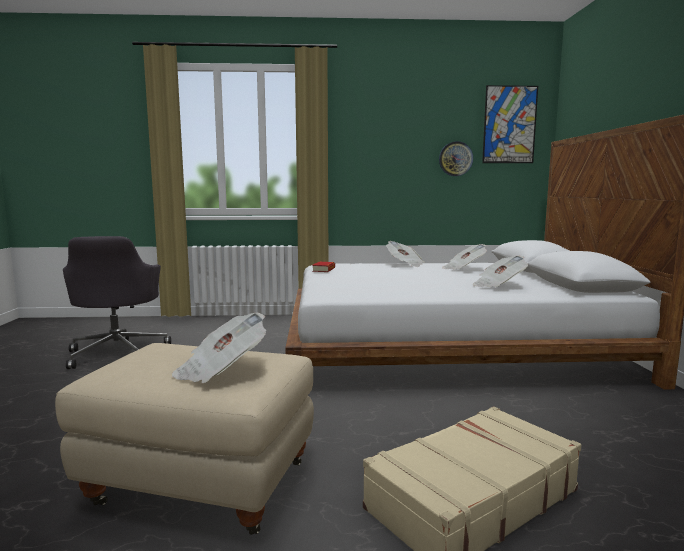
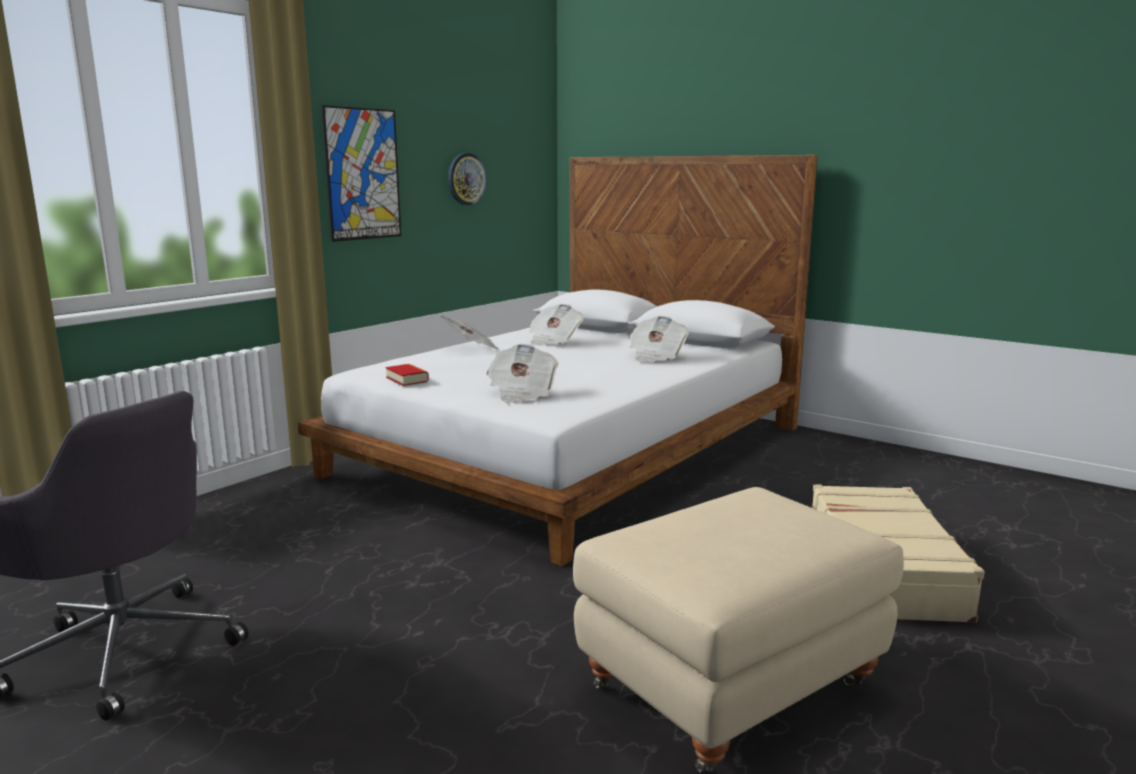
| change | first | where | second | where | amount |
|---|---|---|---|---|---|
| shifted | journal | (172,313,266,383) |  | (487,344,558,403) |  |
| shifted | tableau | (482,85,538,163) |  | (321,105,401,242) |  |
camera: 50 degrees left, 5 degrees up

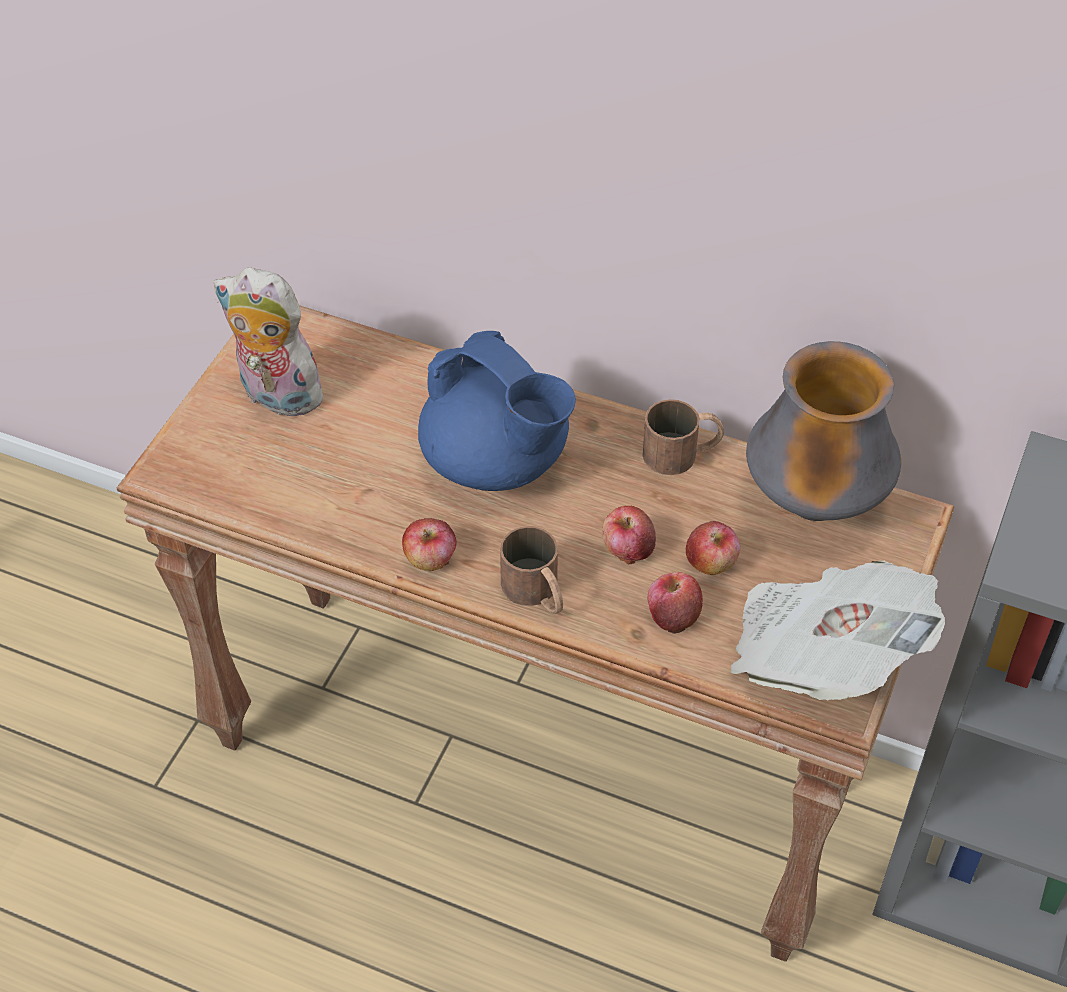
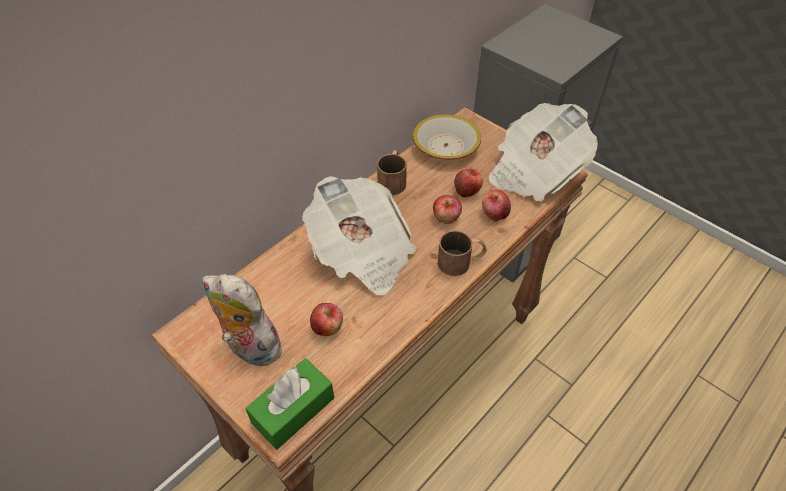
| change | first | where | second | where | amount |
|---|---|---|---|---|---|
| rotated | peluche | (214,267,329,420) |  | (202,274,286,366) | 75 degrees clockwise |
| shifted | pomme | (402,518,457,571) |  | (310,303,343,336) |  |
| swapped | théière (bleu) | (418,331,576,491) | journal | (302,176,417,295) |  |
| swapped | vase | (746,341,901,521) | bol | (413,114,481,160) |  |
| new |  |  | boîte à mouchoirs (vert) | (245,358,334,450) |  |
camera: 70 degrees left, 0 degrees up

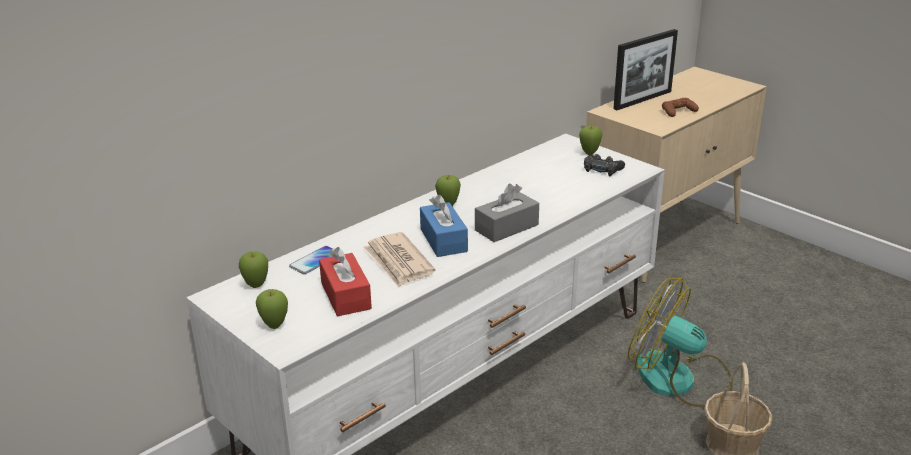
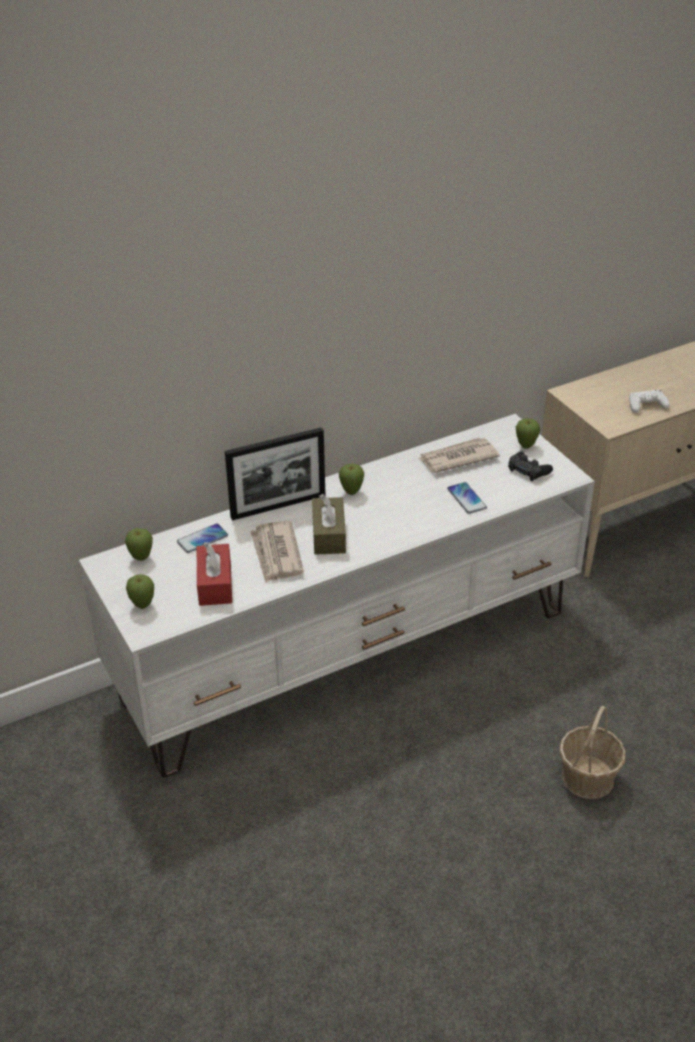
| change | first | where | second | where | amount |
|---|---|---|---|---|---|
| repainted | boîte à mouchoirs (bleu) | (420,195,468,257) | boîte à mouchoirs (marron) | (312,494,346,555) |  |
| gone | boîte à mouchoirs (gris) | (475,184,539,242) |  |  |  |
| shifted | cadre photo | (613,29,678,110) |  | (225,427,325,521) |  |
| gone | ventilateur | (628,278,733,408) |  |  |  |
| repainted | manette (marron) | (662,98,699,117) | manette (blanc) | (629,390,670,413) |  |
| new |  |  | journal | (418,438,500,473) |  |
| new |  |  | téléphone | (447,482,487,514) |  |
camera: 15 degrees right, 10 degrees up

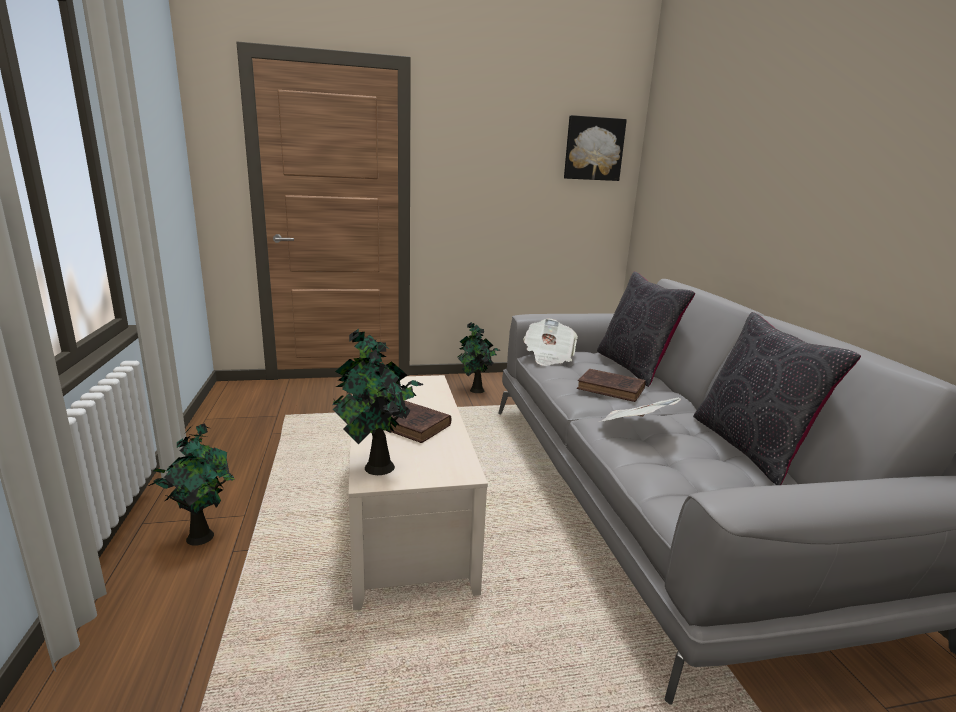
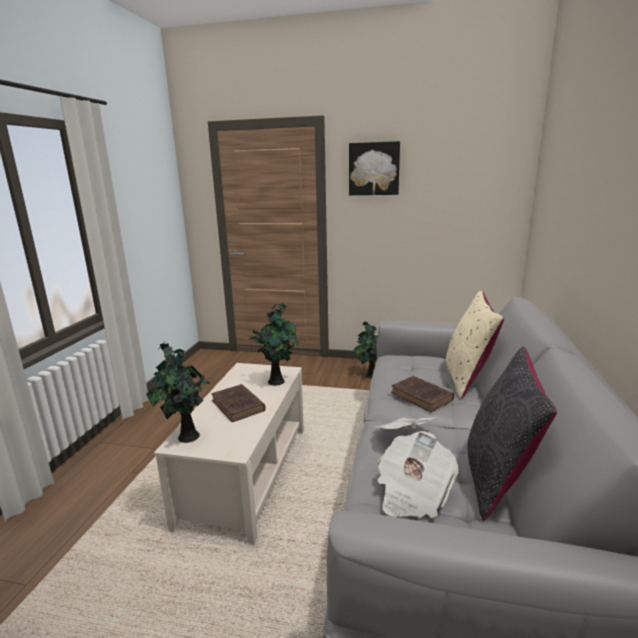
| change | first | where | second | where | amount |
|---|---|---|---|---|---|
| shifted | plante en pot | (149,423,235,546) |  | (250,303,299,386) |  |
| shifted | journal | (523,318,578,366) |  | (378,431,459,518) |  |
| shifted | tableau | (564,115,627,181) |  | (349,141,400,195) |  |
| repainted | coussin (noir) | (597,272,695,387) | coussin (beige) | (446,291,504,399) |  |
camera: 25 degrees right, 0 degrees up

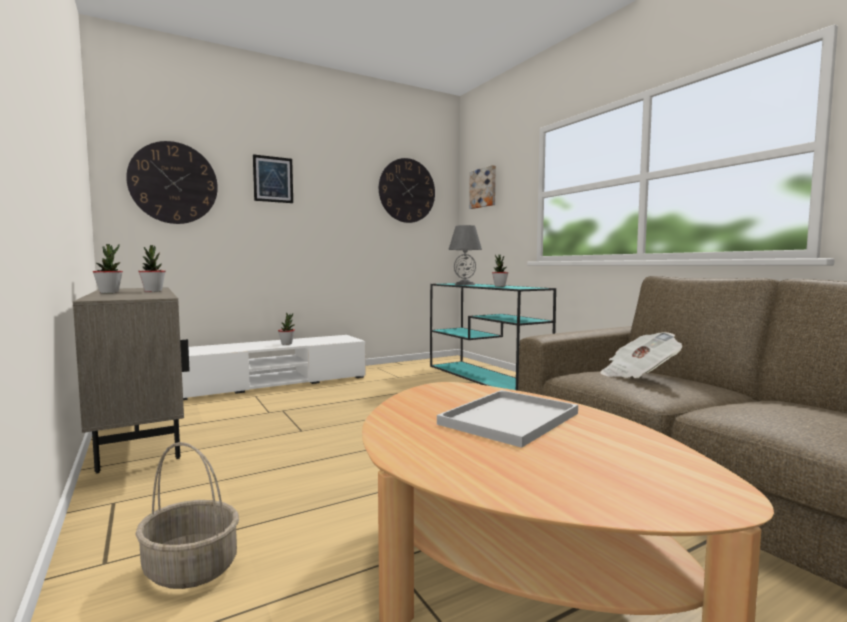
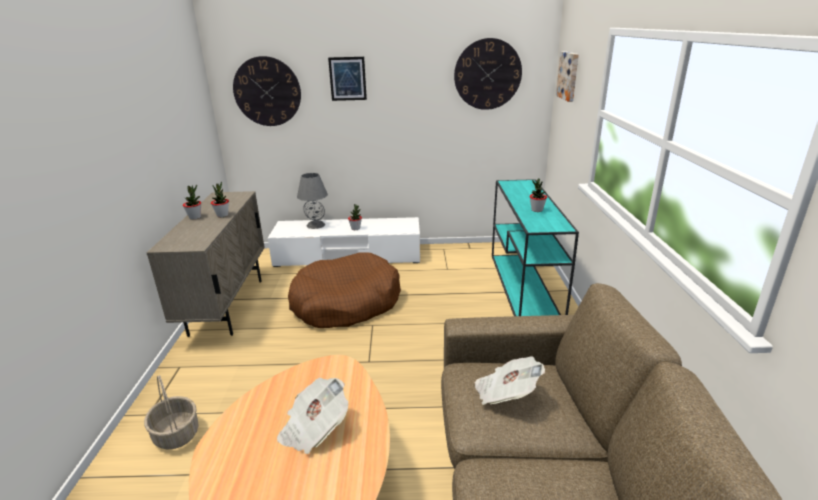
| change | first | where | second | where | amount |
|---|---|---|---|---|---|
| swapped | plateau (blanc) | (437,390,578,448) | journal | (277,378,348,454) |  |
| shifted | lampe de table (gris) | (448,225,482,285) |  | (297,173,328,229) |  |
| new |  |  | panier pour chien (marron) | (288,253,401,328) |  |
camera: 30 degrees right, 20 degrees up

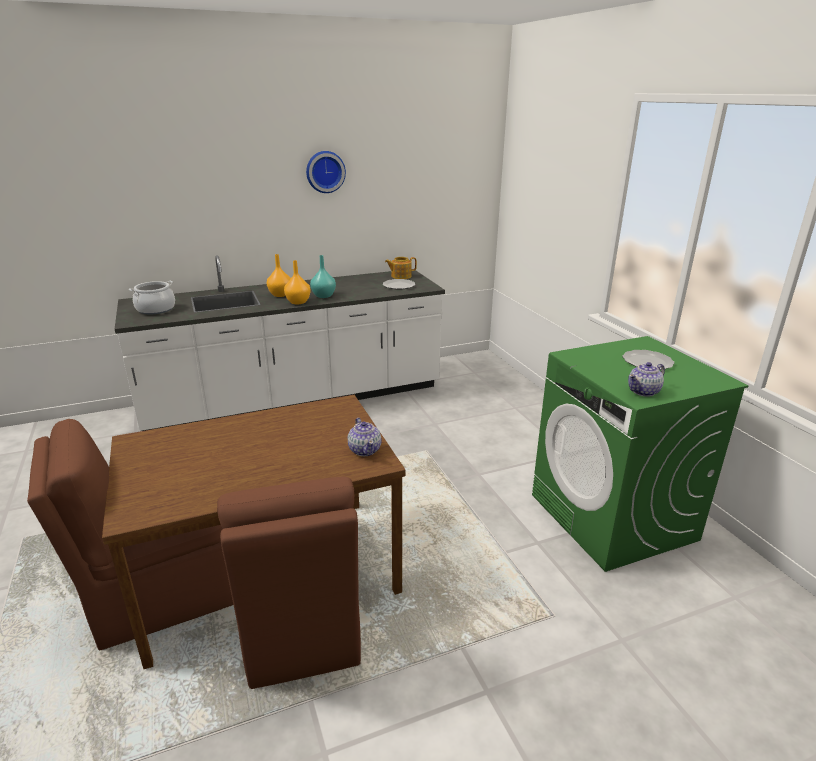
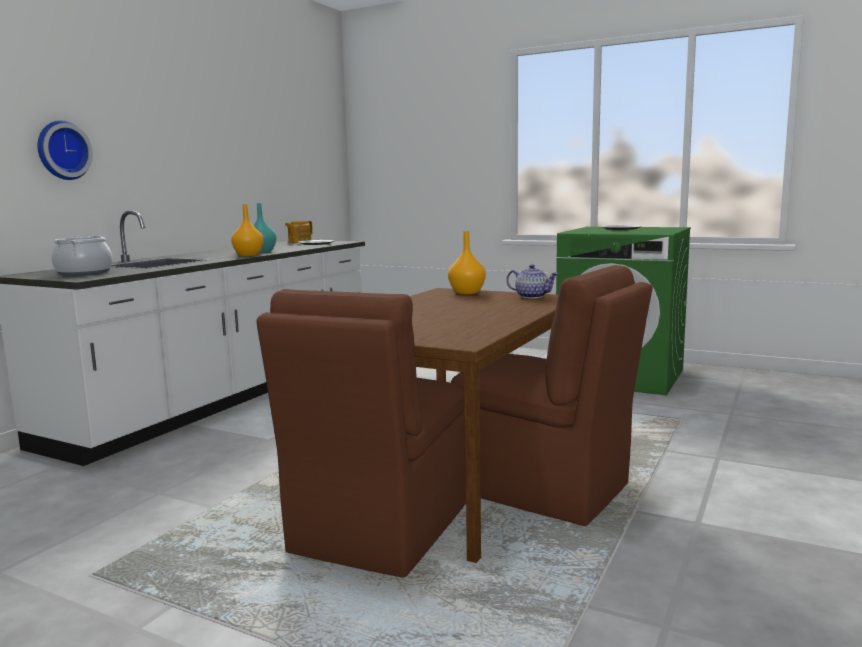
| change | first | where | second | where | amount |
|---|---|---|---|---|---|
| shifted | vase (orange) | (267,254,291,297) |  | (448,231,486,294) |  |
| shifted | horloge murale | (306,151,346,193) |  | (38,120,93,180) |  |
| gone | théière | (628,362,665,397) |  |  |  |
camera: 40 degrees left, 15 degrees down

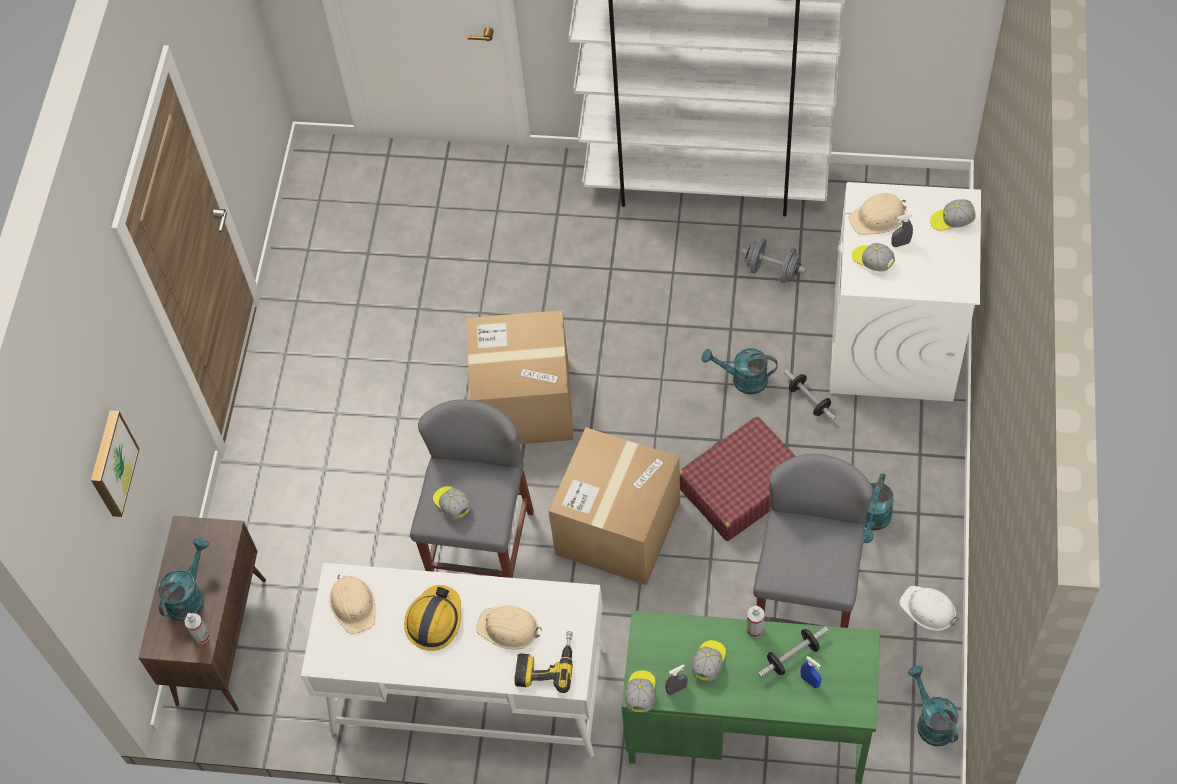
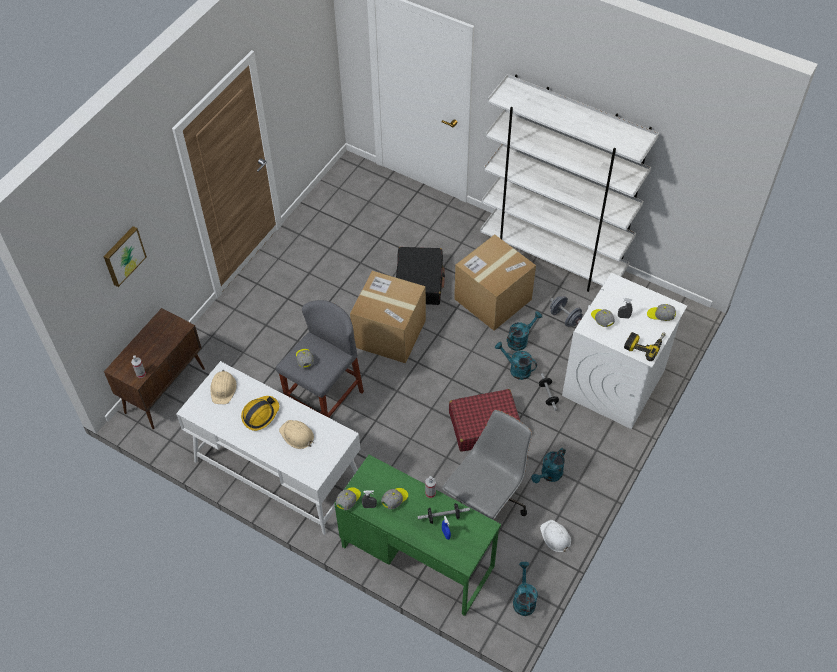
| change | first | where | second | where | amount |
|---|---|---|---|---|---|
| shifted | arrosoir (turquoise) | (158,538,209,621) |  | (507,311,542,351) |  |
| shifted | perceuse | (514,631,573,693) |  | (624,332,666,361) |  |
| shifted | carton | (548,427,680,585) |  | (454,234,536,331) |  |
| swapped | tabouret (gris) | (753,454,873,628) | chaise de bureau (gris) | (442,410,532,520) |  |
| gone | casque de chantier (beige) | (849,193,906,234) |  |  |  |
| new |  |  | valise (noir) | (396,247,445,305) |  |
camera: 20 degrees right, 5 degrees down

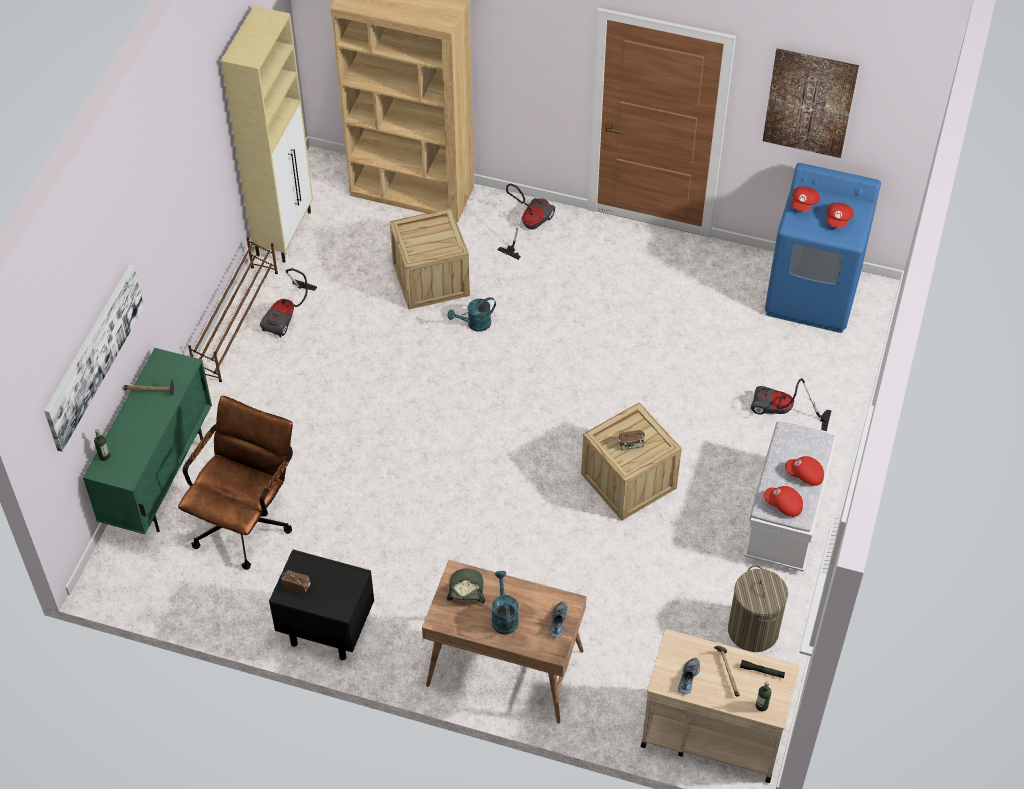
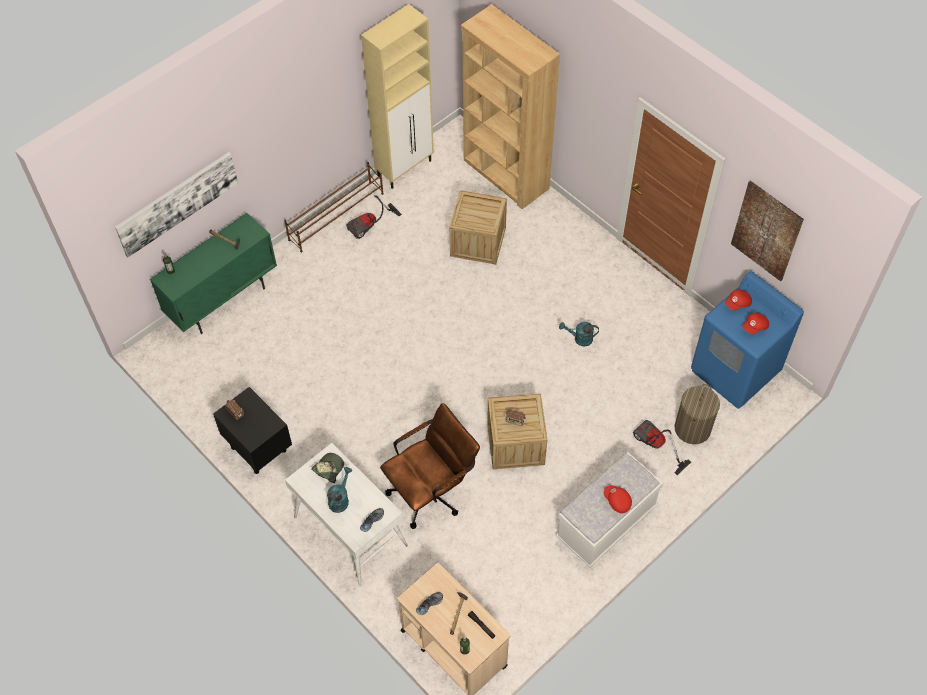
| change | first | where | second | where | amount |
|---|---|---|---|---|---|
| shifted | chaise de bureau (marron) | (178,396,293,570) |  | (380,403,480,529) |  |
| repainted | bureau (marron) | (422,560,587,724) | bureau (blanc) | (285,443,408,587) |  |
| shifted | arrosoir (turquoise) | (447,297,496,332) |  | (559,322,599,346) |  |
| gone | aspirateur | (497,184,556,260) |  |  |  |
| shifted | panier à linge | (728,565,788,652) |  | (674,384,720,444) |  |
| gone | casquette (rouge) | (764,486,803,517) |  |  |  |
camera: 30 degrees right, 5 degrees up

